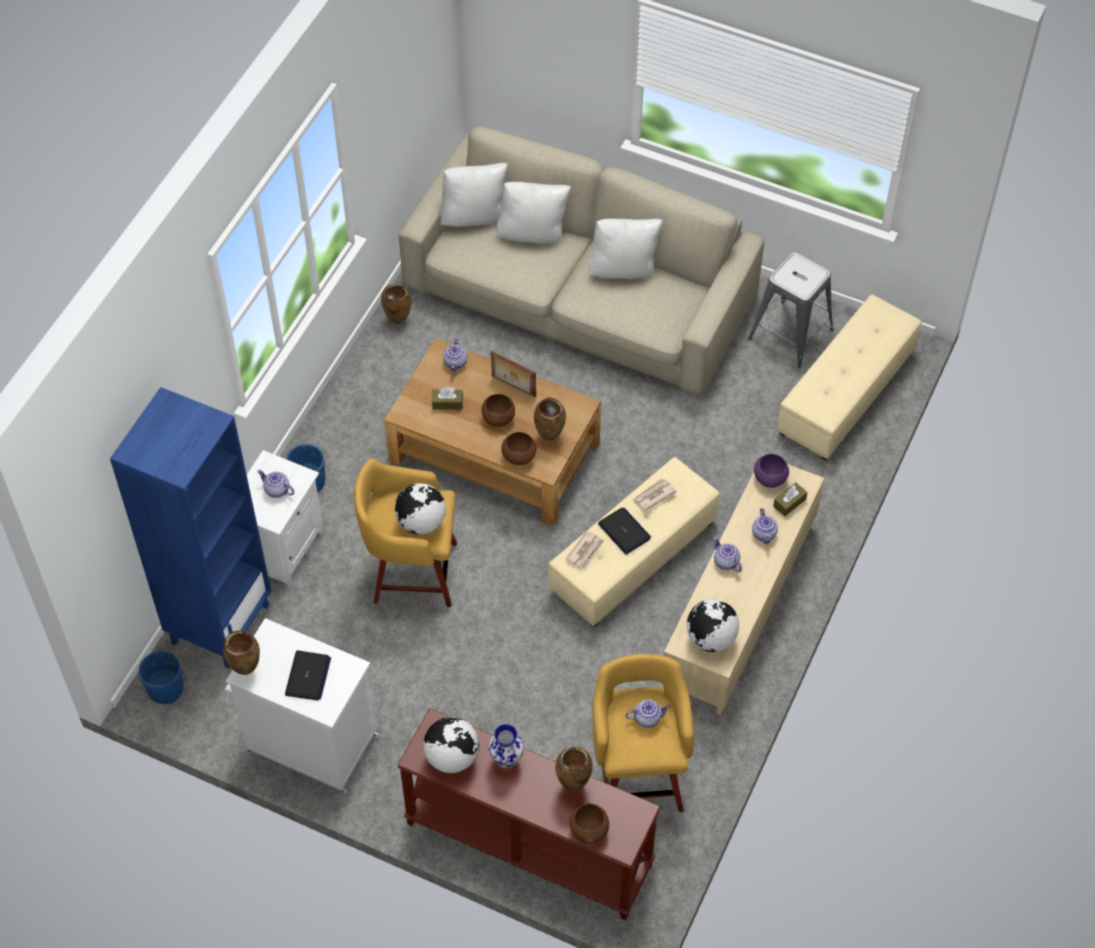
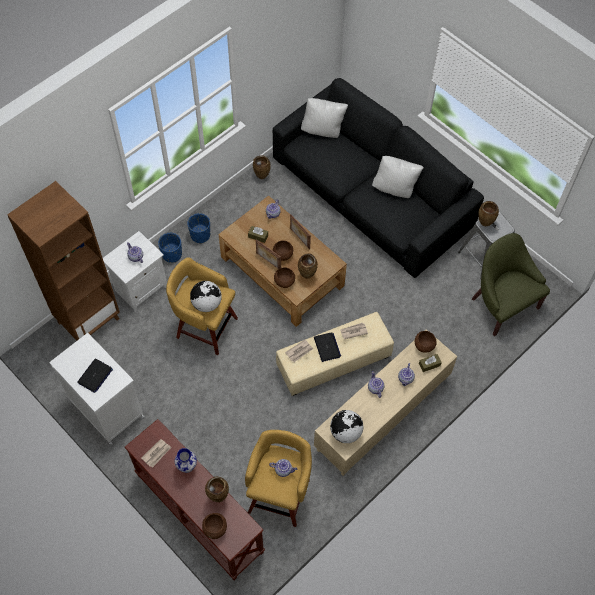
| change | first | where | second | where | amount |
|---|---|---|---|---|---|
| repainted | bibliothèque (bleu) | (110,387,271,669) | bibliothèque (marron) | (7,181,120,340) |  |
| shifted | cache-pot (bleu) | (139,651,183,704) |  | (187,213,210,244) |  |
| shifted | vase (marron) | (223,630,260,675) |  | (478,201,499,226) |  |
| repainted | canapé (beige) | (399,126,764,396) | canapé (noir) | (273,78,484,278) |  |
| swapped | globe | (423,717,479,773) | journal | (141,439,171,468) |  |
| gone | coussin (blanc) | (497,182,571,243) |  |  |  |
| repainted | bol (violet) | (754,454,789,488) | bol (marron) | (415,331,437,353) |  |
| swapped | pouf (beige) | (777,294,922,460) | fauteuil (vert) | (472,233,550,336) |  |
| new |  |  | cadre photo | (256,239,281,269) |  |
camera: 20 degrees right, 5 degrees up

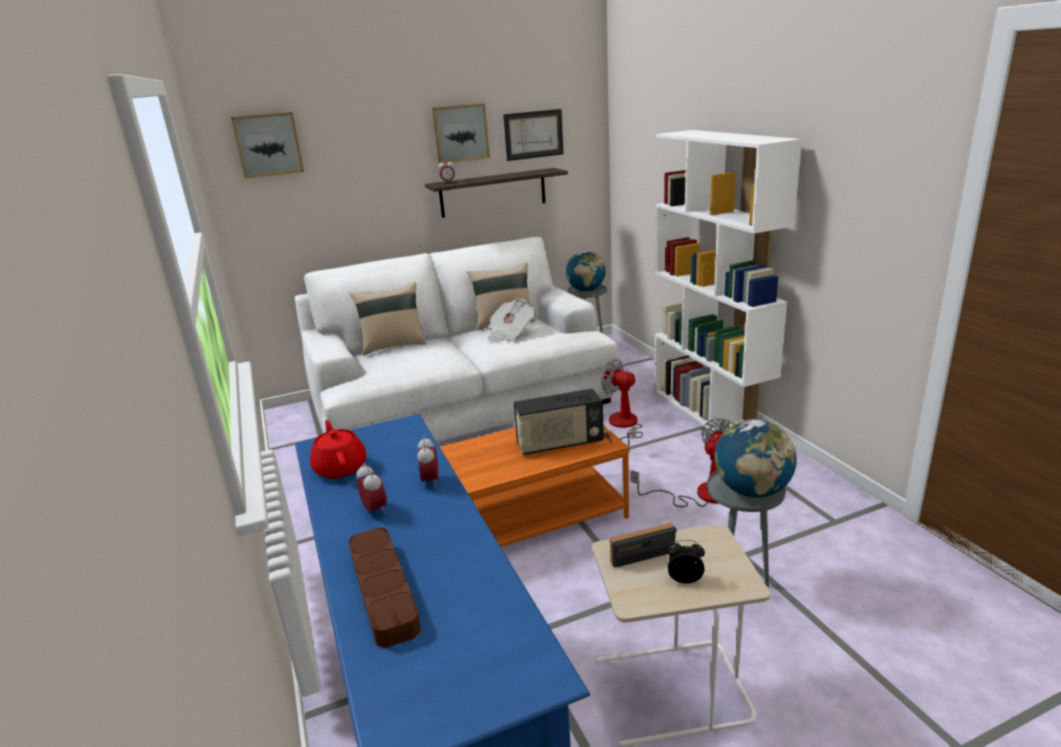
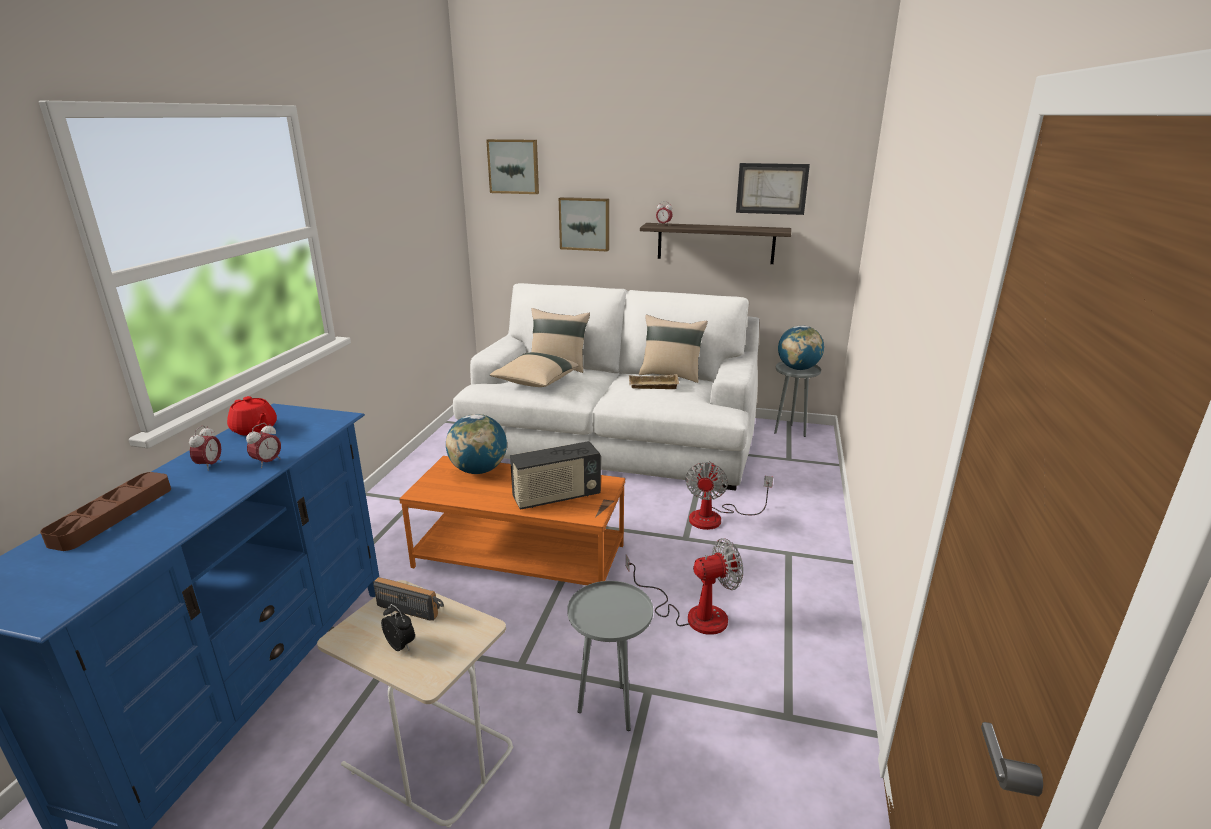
| change | first | where | second | where | amount |
|---|---|---|---|---|---|
| rotated | théière (rouge) | (310,420,366,478) |  | (227,396,277,436) | 120 degrees clockwise |
| shifted | tableau | (432,103,490,163) |  | (559,197,609,252) |  |
| swapped | journal | (488,299,535,342) | plateau (beige) | (629,374,679,389) |  |
| rotated | radio | (514,389,604,455) |  | (510,441,601,510) | 45 degrees counterclockwise |
| rotated | ventilateur | (600,359,643,447) |  | (685,461,773,530) | 150 degrees counterclockwise |
| gone | bibliothèque (blanc) | (654,130,802,433) |  |  |  |
| shifted | globe | (714,419,797,498) |  | (446,414,507,474) |  |
| new |  |  | coussin (beige) | (490,352,579,387) |  |
camera: 35 degrees right, 0 degrees up

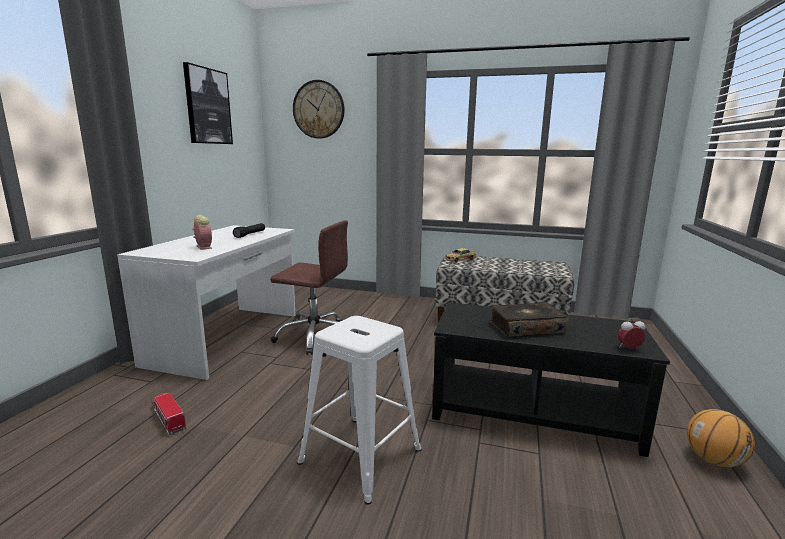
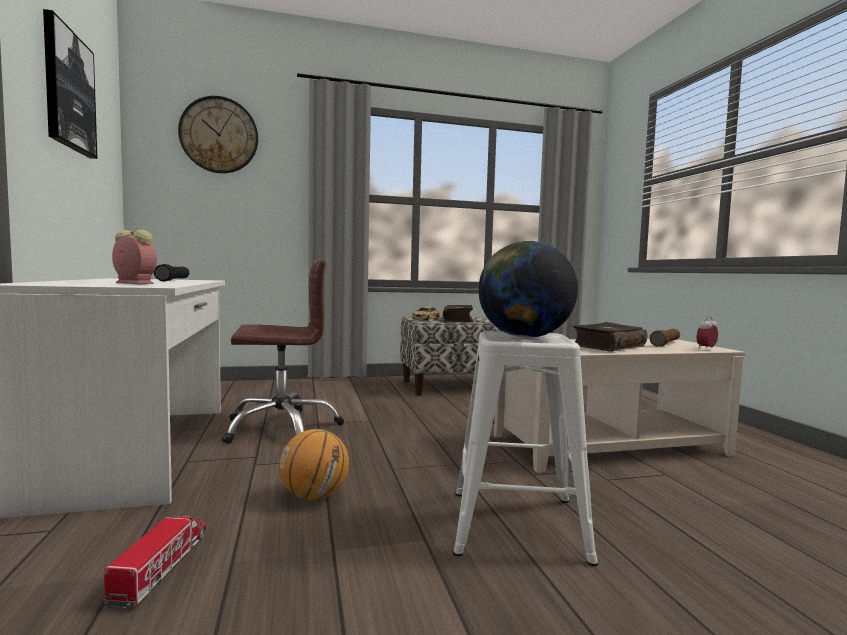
| change | first | where | second | where | amount |
|---|---|---|---|---|---|
| rotated | camion jouet | (152,391,186,435) |  | (103,516,206,609) | 75 degrees clockwise |
| repainted | table basse (noir) | (432,302,670,457) | table basse (beige) | (494,338,746,473) |  |
| shifted | ballon de basket | (687,409,755,467) |  | (279,429,349,500) |  |
| new |  |  | livre | (443,305,474,322) |  |
| new |  |  | globe | (478,241,578,338) |  |
| new |  |  | lampe de poche (marron) | (650,329,680,347) |  |
camera: 30 degrees left, 10 degrees down

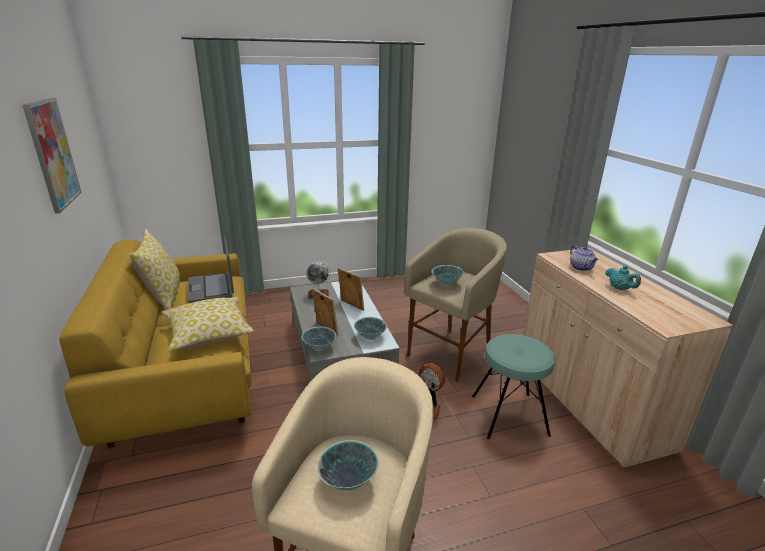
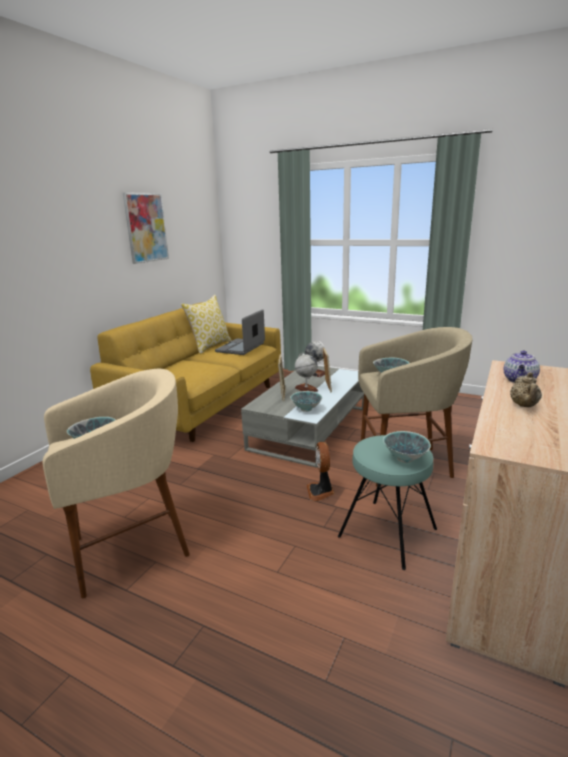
| change | first | where | second | where | amount |
|---|---|---|---|---|---|
| gone | coussin | (162,297,254,352) |  |  |  |
| shifted | bol | (302,326,337,351) |  | (383,431,431,463) |  |
| repainted | théière (turquoise) | (605,265,641,290) | théière (beige) | (510,372,542,407) |  |
| new |  |  | globe | (295,353,318,392) |  |
camera: 45 degrees right, 5 degrees down

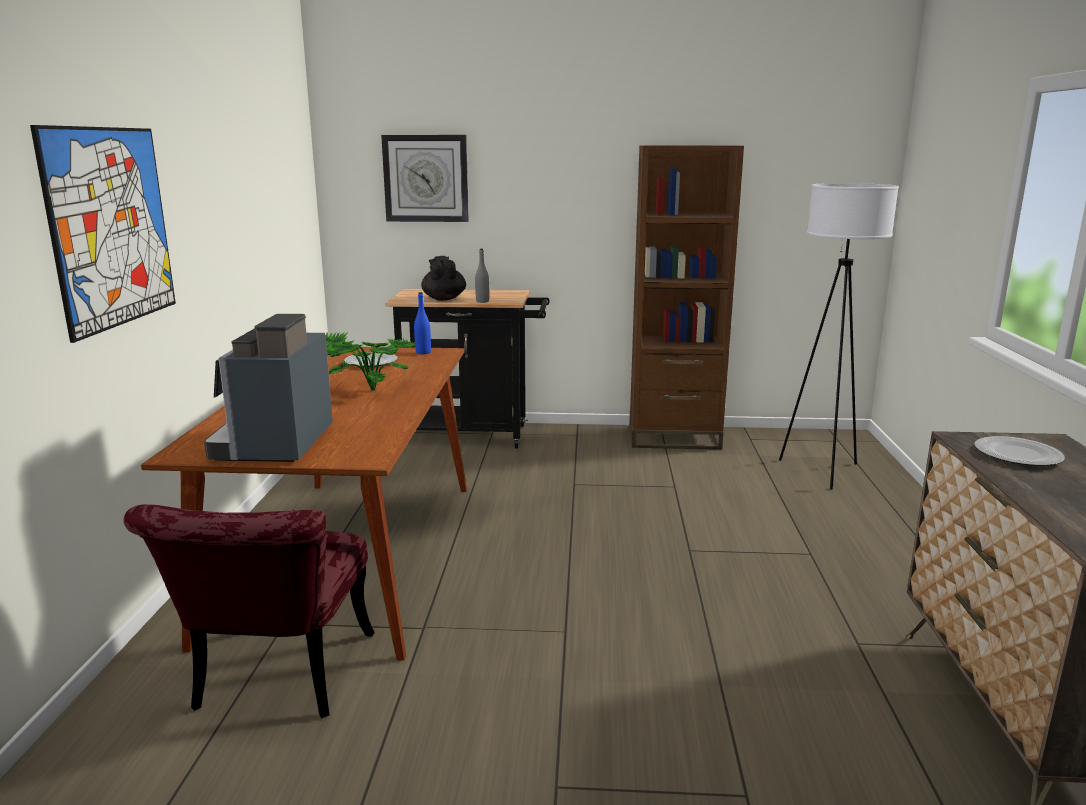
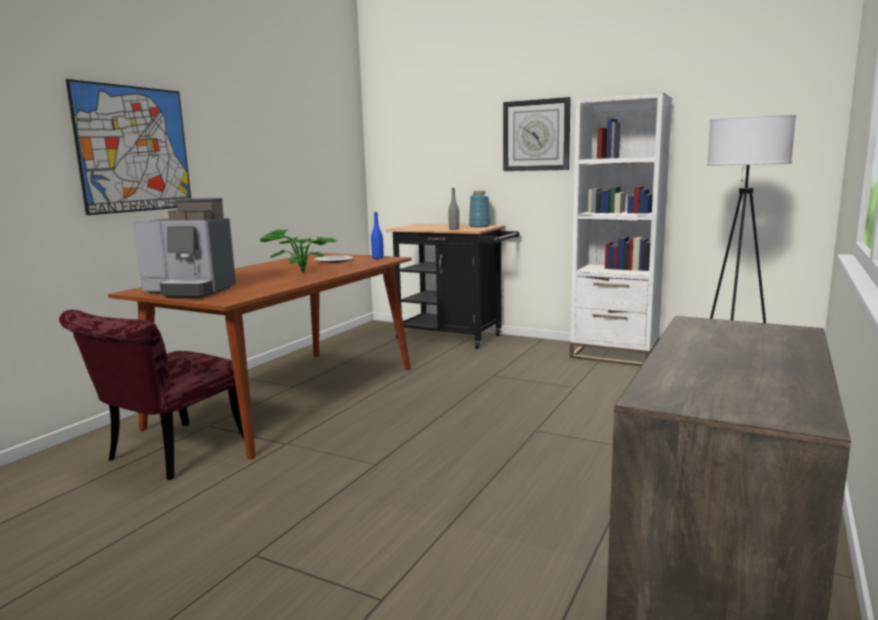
| change | first | where | second | where | amount |
|---|---|---|---|---|---|
| rotated | machine à café | (204,314,333,462) |  | (133,198,236,298) | 105 degrees counterclockwise |
| shifted | horloge murale | (381,135,469,222) |  | (503,97,571,171) |  |
| gone | théière (noir) | (421,256,466,301) |  |  |  |
| repainted | bibliothèque (marron) | (629,146,744,450) | bibliothèque (blanc) | (570,93,672,366) |  |
| gone | assiette | (974,436,1065,466) |  |  |  |
| new |  |  | vase (bleu) | (469,191,490,227) |  |
camera: 25 degrees right, 5 degrees down

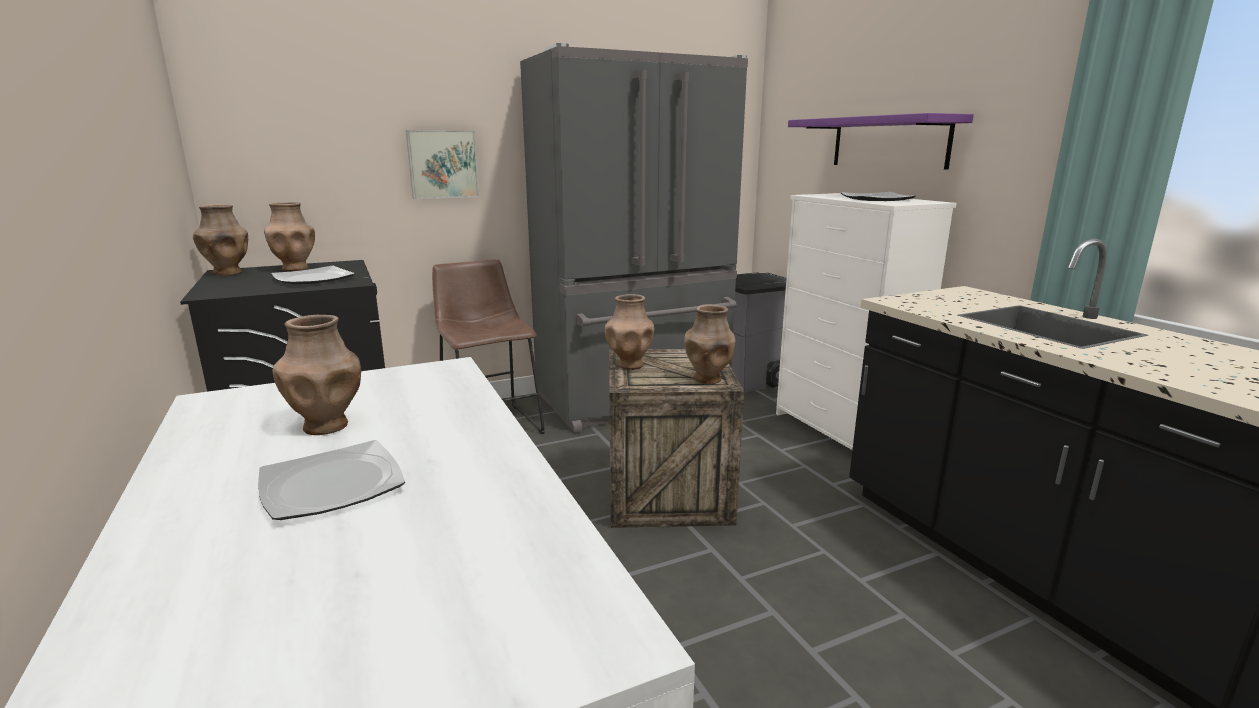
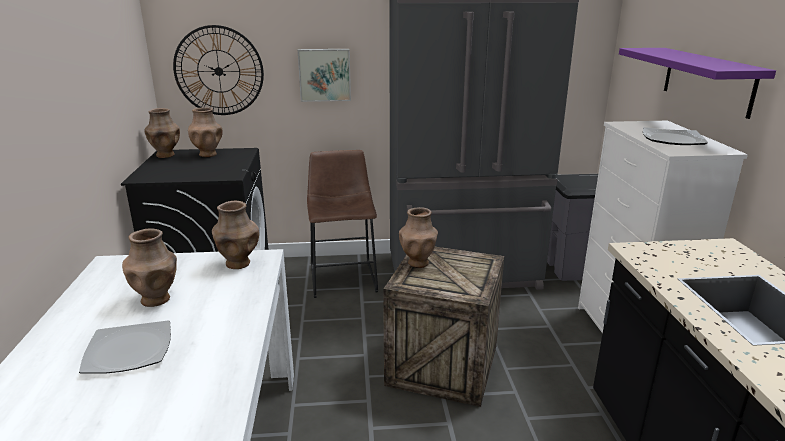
| change | first | where | second | where | amount |
|---|---|---|---|---|---|
| gone | assiette | (271,266,355,285) |  |  |  |
| shifted | vase (marron) | (684,304,735,384) |  | (212,201,259,269) |  |
| new |  |  | horloge murale | (173,25,264,115) |  |
camera: 20 degrees right, 5 degrees up

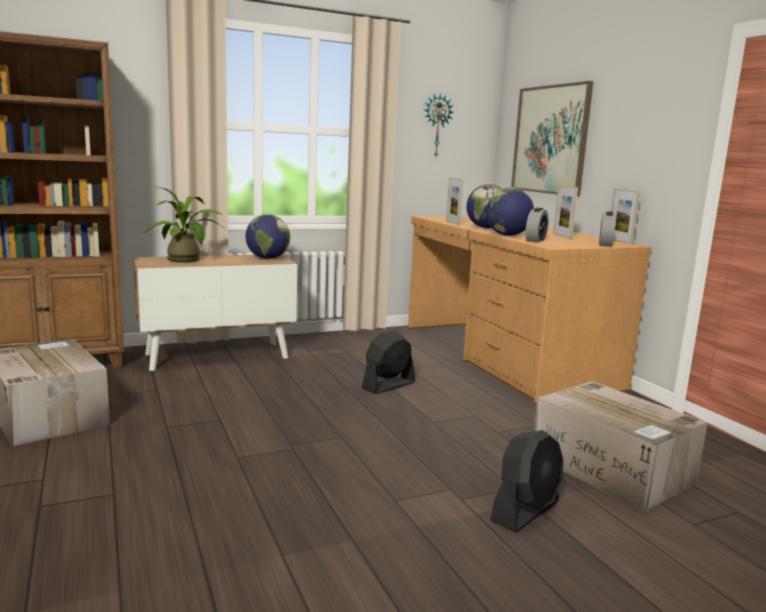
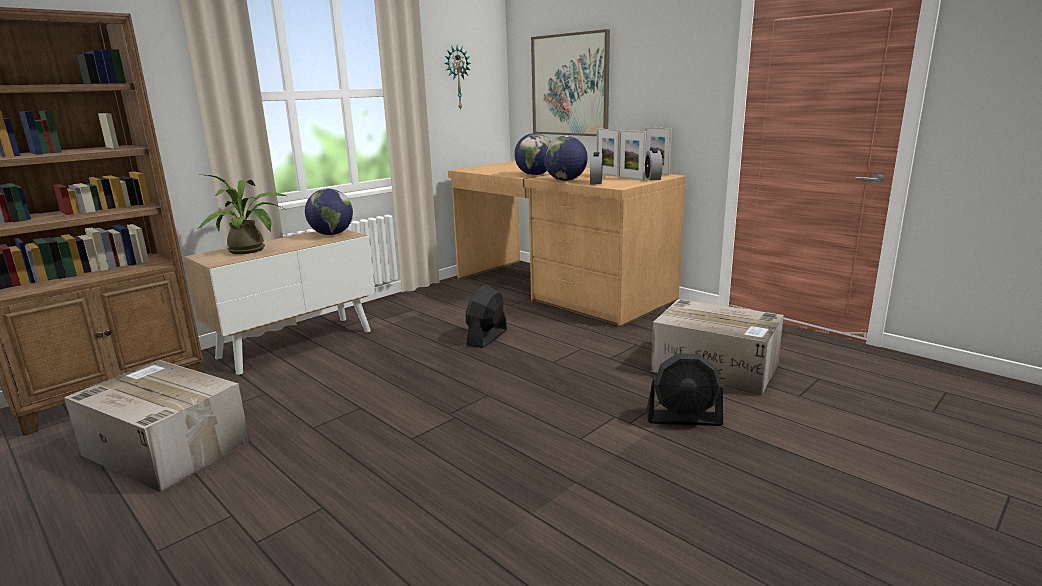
| change | first | where | second | where | amount |
|---|---|---|---|---|---|
| shifted | cadre photo | (446,177,463,225) |  | (618,130,646,180) |  |
| rotated | ventilateur (noir) | (490,430,564,533) |  | (646,354,723,426) | 75 degrees clockwise |
camera: 20 degrees left, 5 degrees up

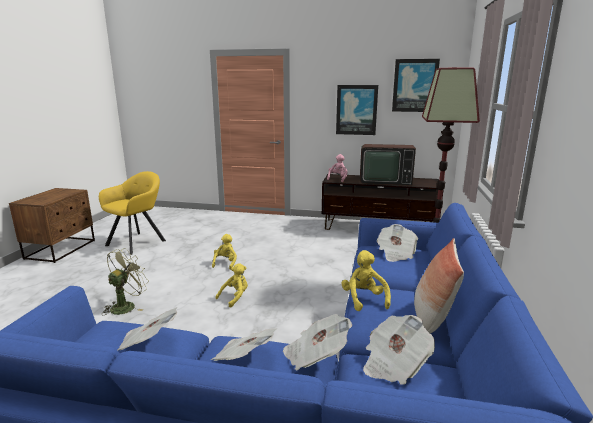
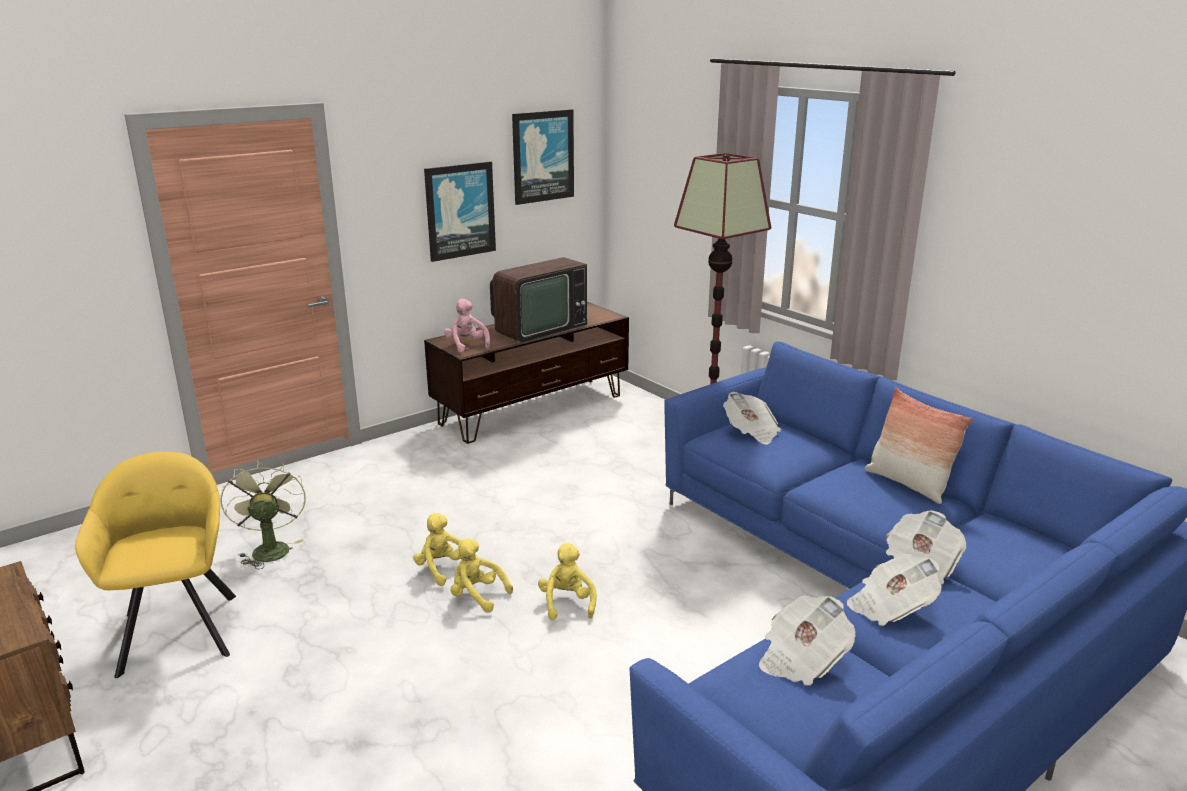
| change | first | where | second | where | amount |
|---|---|---|---|---|---|
| shifted | ventilateur (vert) | (103,248,149,315) |  | (220,460,306,569) |  |
| shifted | peluche (jaune) | (341,250,391,311) |  | (451,539,513,613) |  |
| gone | journal | (363,315,435,385) |  |  |  |
camera: 50 degrees left, 5 degrees up

